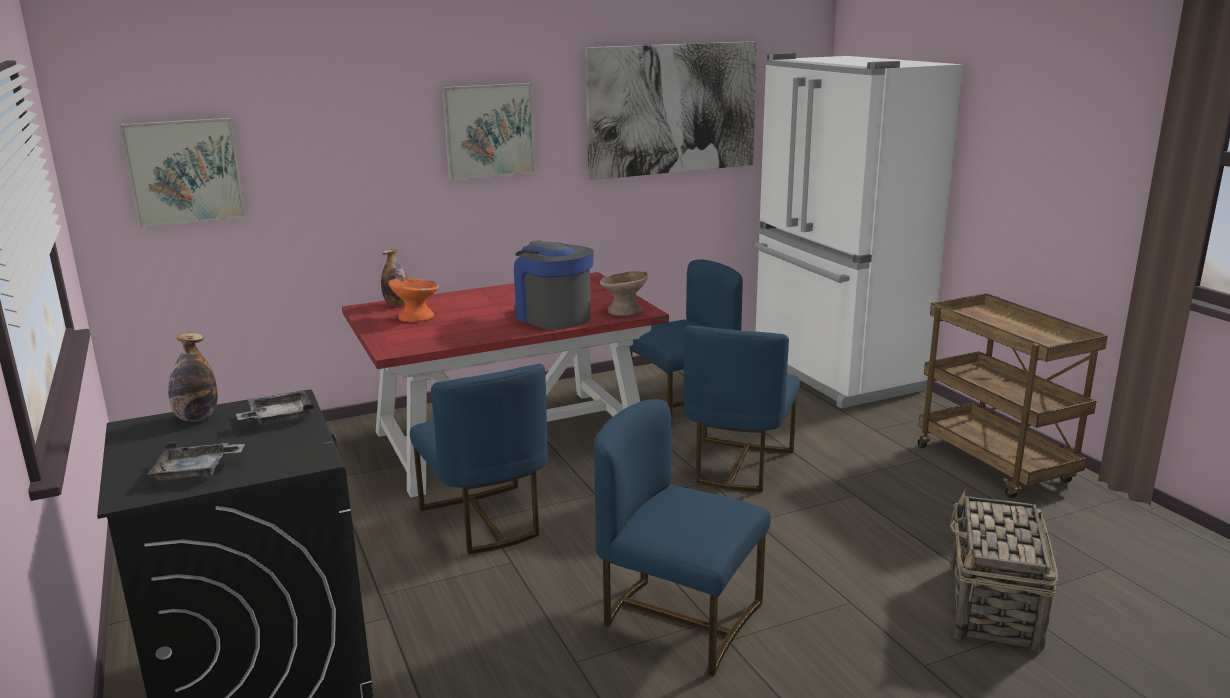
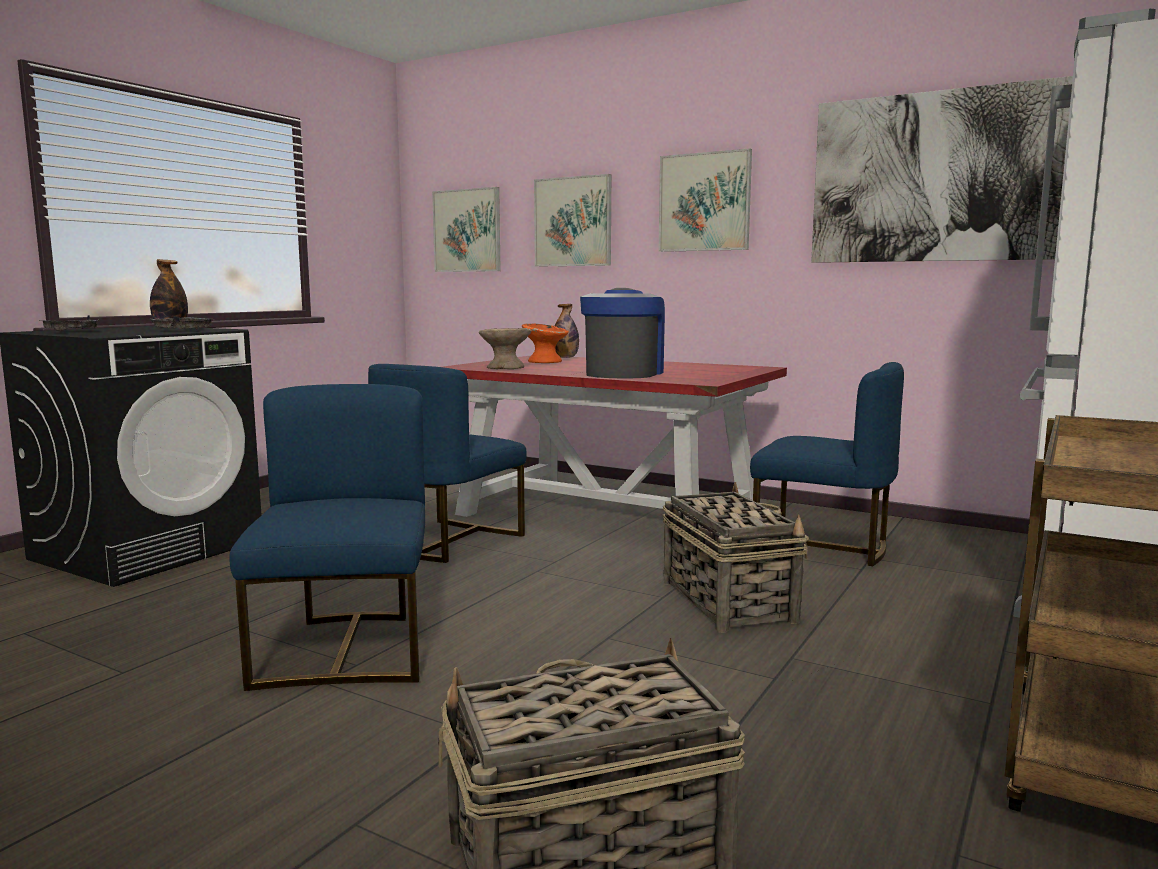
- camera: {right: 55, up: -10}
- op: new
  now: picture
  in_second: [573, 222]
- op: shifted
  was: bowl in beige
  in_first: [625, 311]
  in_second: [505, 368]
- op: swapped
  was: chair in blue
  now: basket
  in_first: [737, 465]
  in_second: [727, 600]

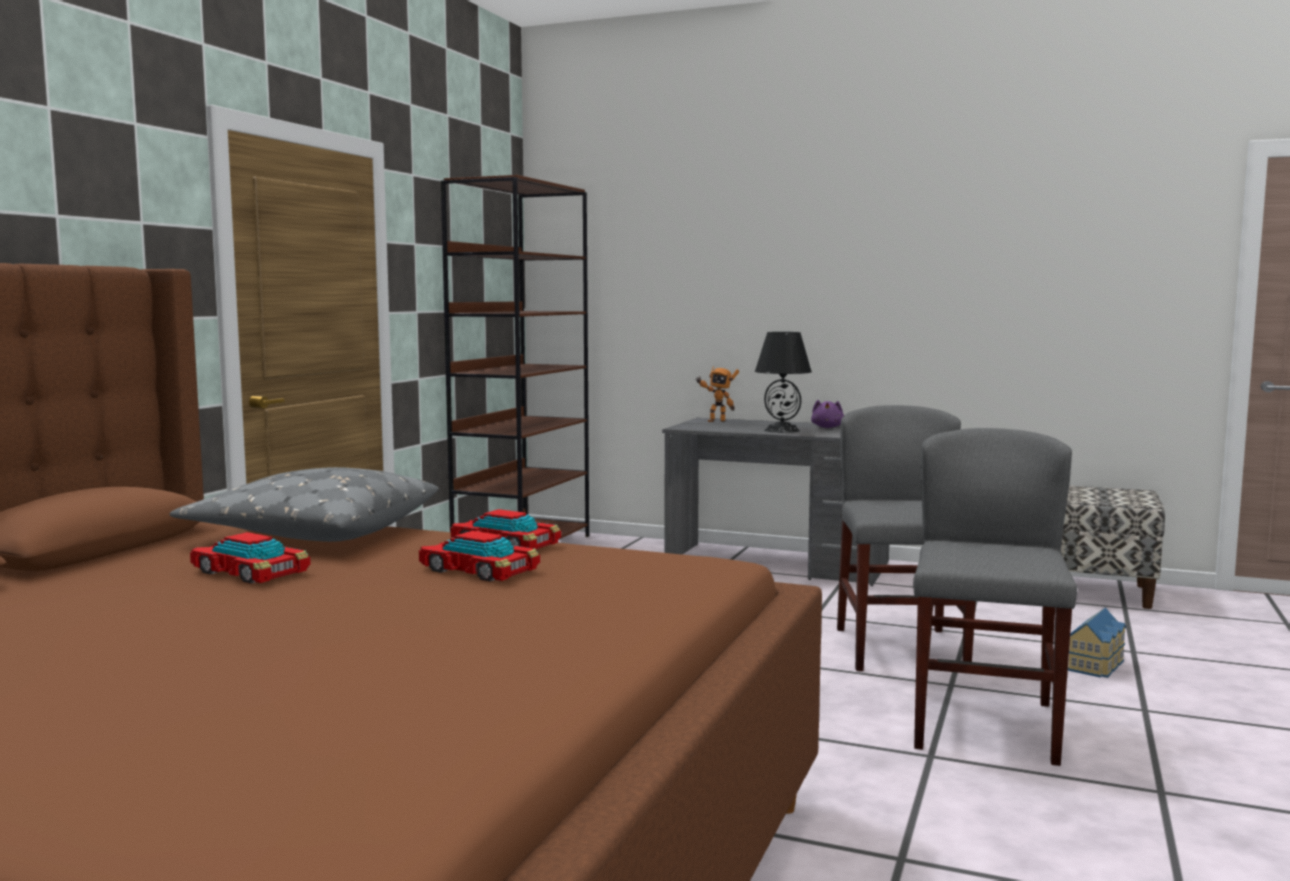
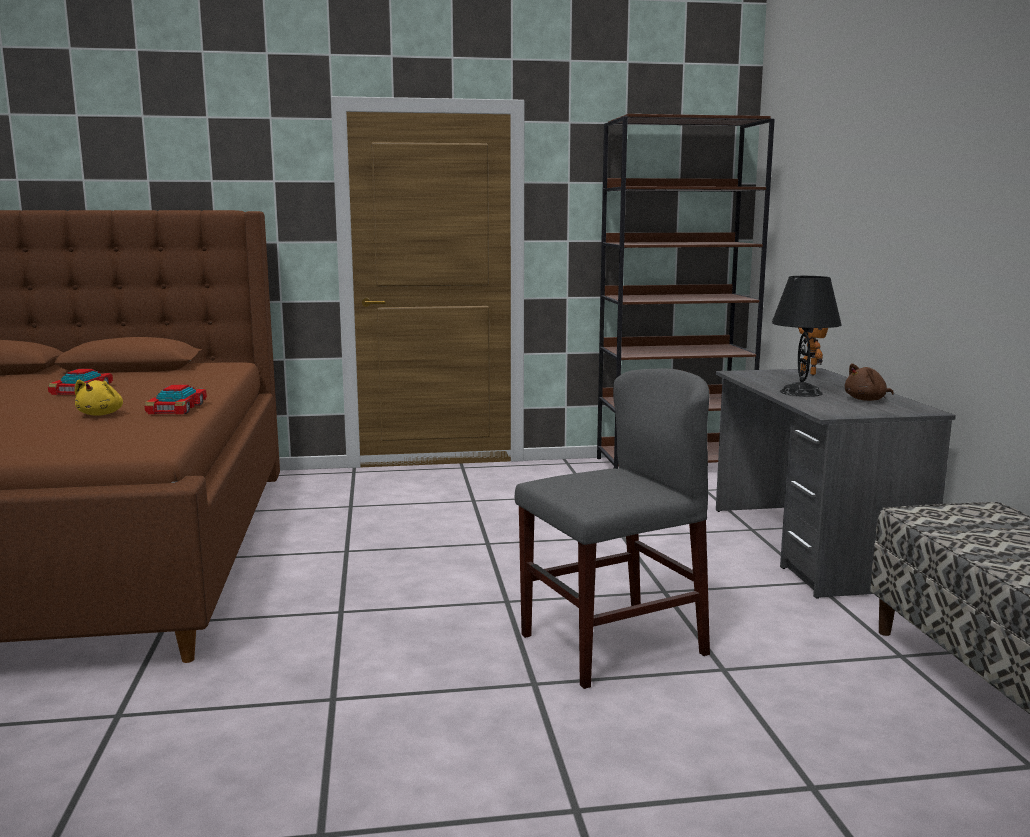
- camera: {right: 60, up: 5}
- op: gone
  was: pillow in grey
  in_first: [312, 532]
- op: gone
  was: chair in grey
  in_first: [984, 725]
- op: gone
  was: toy house
  in_first: [1097, 665]
- op: swapped
  was: toy car
  now: plush toy in yellow
  in_first: [479, 569]
  in_second: [101, 414]
- op: repainted
  was: plush toy in purple
  now: plush toy in brown
  in_first: [827, 427]
  in_second: [867, 400]

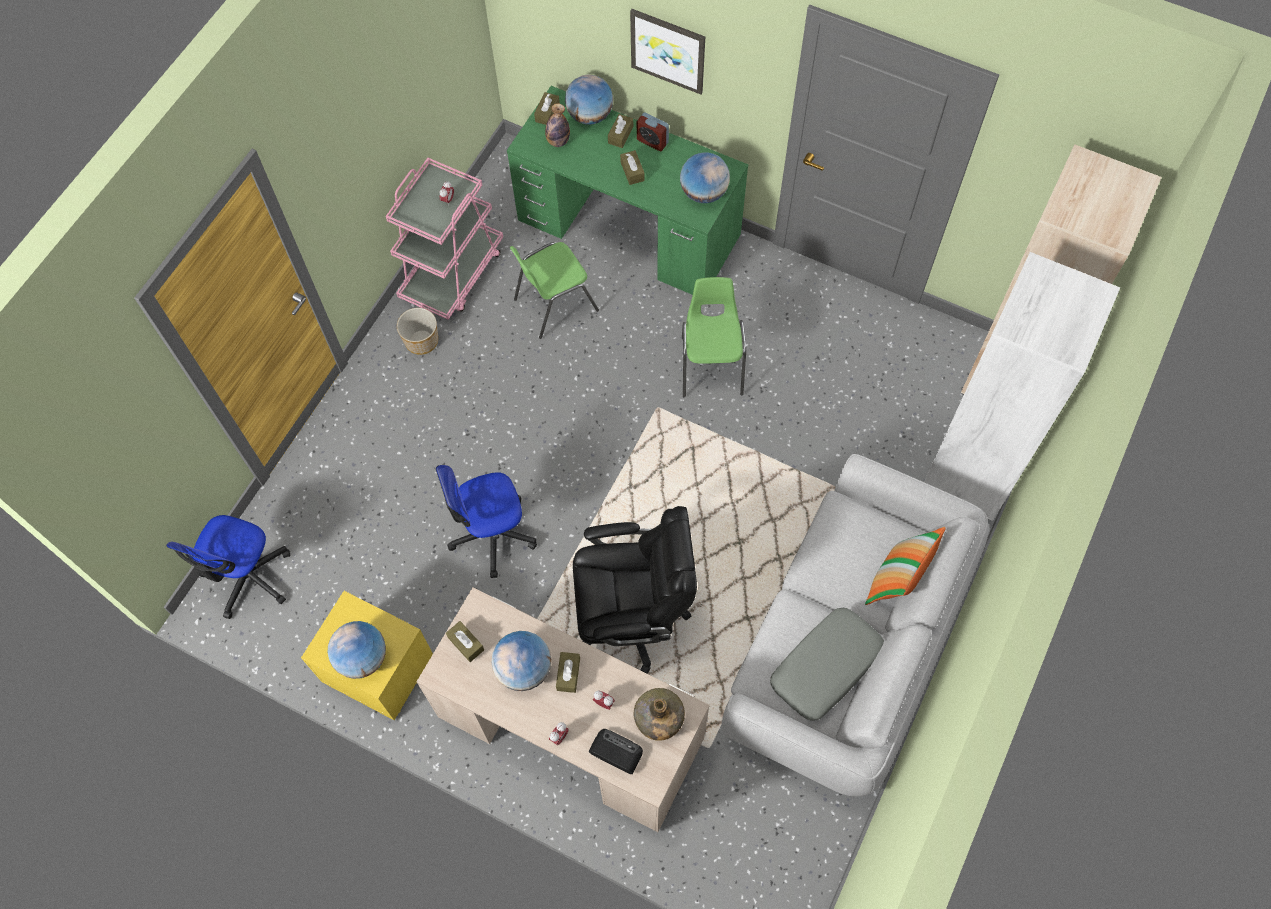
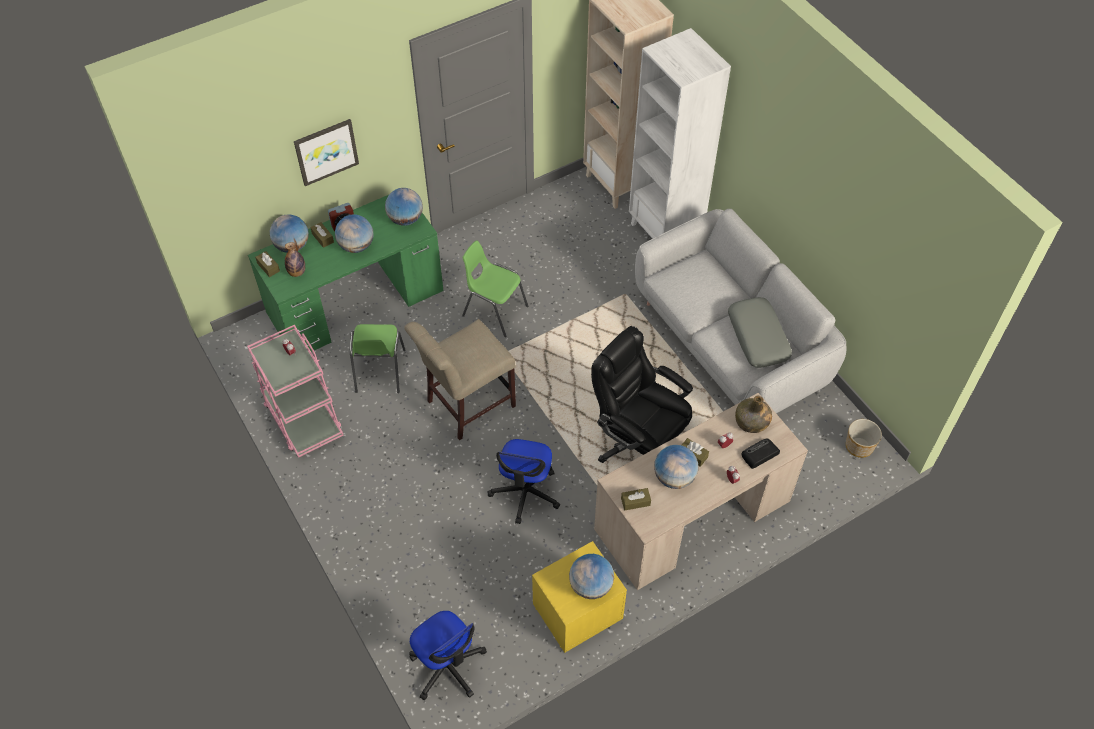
- camera: {right: -60, up: -10}
- op: gone
  was: pillow
  in_first: [897, 580]
- op: new
  now: chair in beige
  in_second: [466, 405]
- op: shifted
  was: planter
  in_first: [422, 341]
  in_second: [859, 446]
- op: swapped
  was: tissue box in brown
  now: globe
  in_first: [632, 171]
  in_second: [356, 246]
- op: rotated
  was: office chair in black
  in_first: [632, 615]
  in_second: [638, 442]
  clockwise: -75

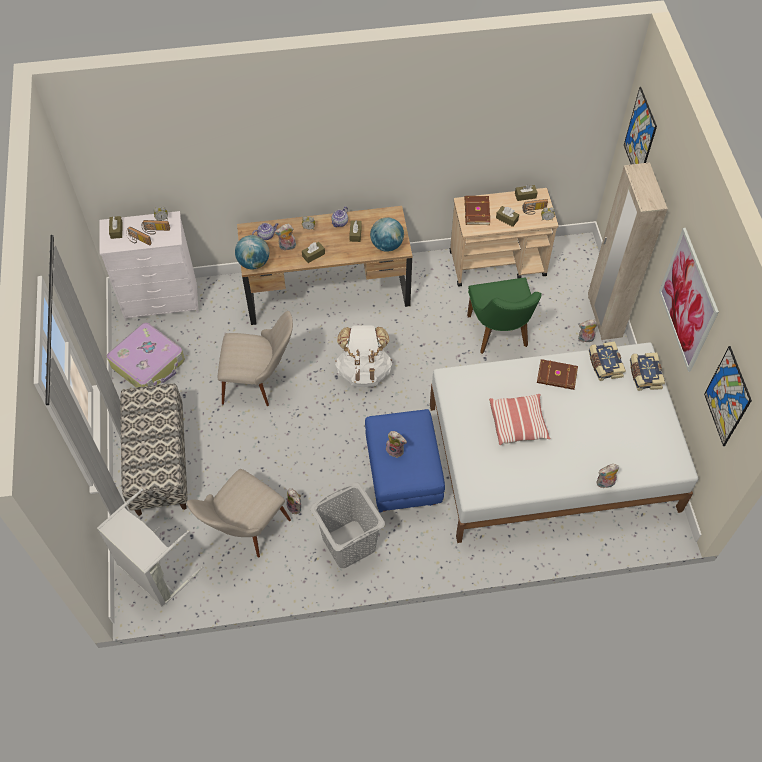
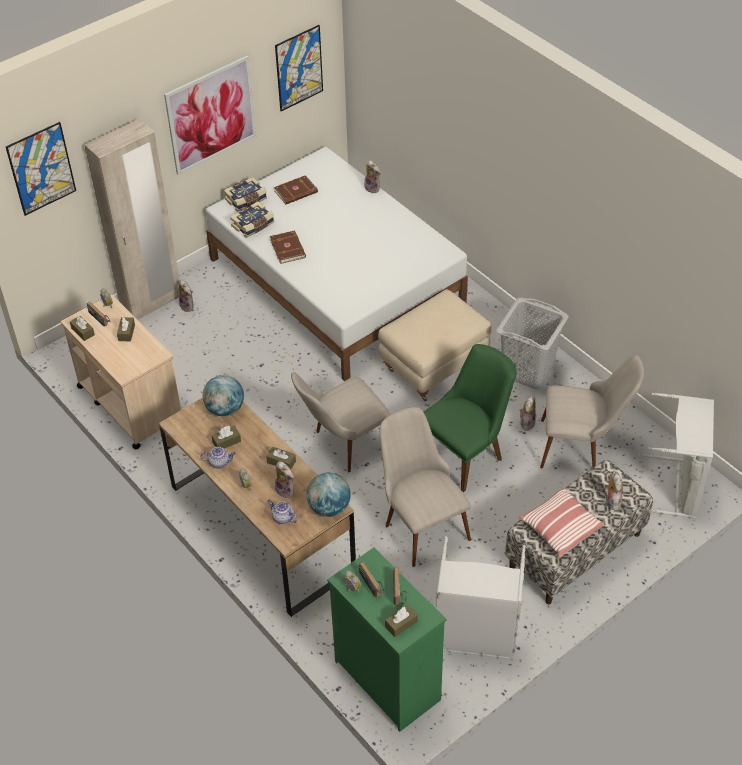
- camera: {right: -120, up: -10}
- op: shifted
  was: plush toy
  in_first: [396, 450]
  in_second: [611, 501]
- op: shifted
  was: book in brown
  in_first: [476, 212]
  in_second: [296, 192]
- op: shifted
  was: chair in green
  in_first: [500, 335]
  in_second: [467, 453]
- op: shifted
  was: pillow
  in_first: [518, 423]
  in_second: [560, 528]
- op: swapped
  was: suitcase
  now: laundry basket in grey
  in_first: [149, 364]
  in_second: [476, 636]
- op: swapped
  was: backpack in white
  now: chair in beige
  in_first: [364, 371]
  in_second: [343, 446]
- op: repainted
  was: dresser in white
  now: dresser in green
  in_first: [162, 302]
  in_second: [387, 679]
- op: repainted
  was: ottoman in blue
  now: ottoman in beige
  in_first: [404, 476]
  in_second: [433, 365]

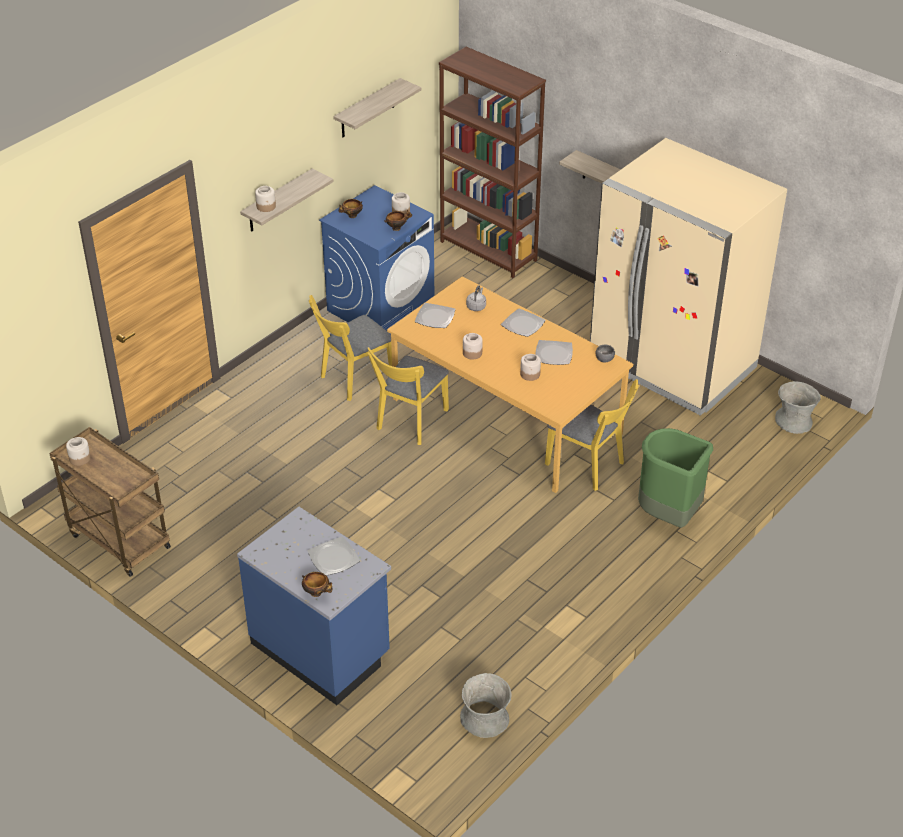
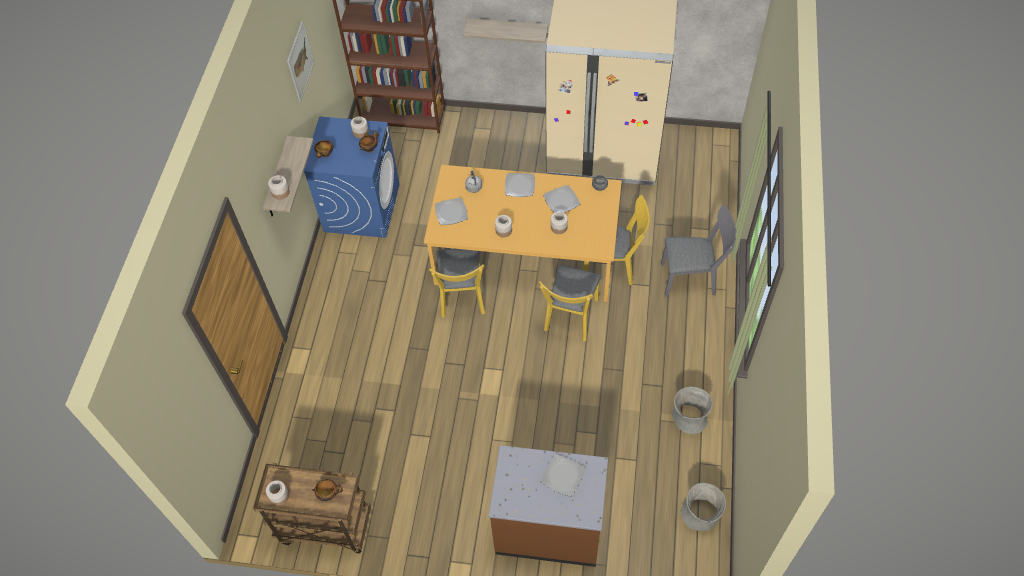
- camera: {right: -30, up: 15}
- op: shifted
  was: bowl
  in_first: [317, 593]
  in_second: [329, 494]
- op: shifted
  was: chair in yellow
  in_first: [353, 379]
  in_second: [570, 319]
- op: shifted
  was: vase in grey
  in_first: [794, 421]
  in_second: [689, 417]
- op: swapped
  was: shelf
  now: picture
  in_first: [367, 109]
  in_second: [300, 61]
- op: swapped
  was: trash can in green
  now: chair in grey
  in_first: [668, 515]
  in_second: [693, 278]
- op: repainted
  was: counter in blue
  now: counter in brown
  in_first: [321, 649]
  in_second: [549, 527]

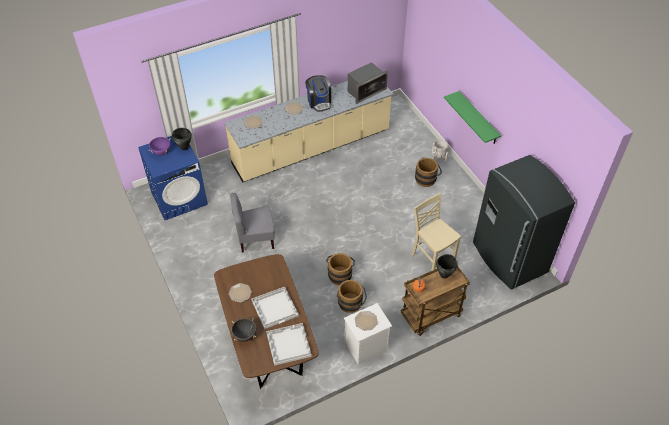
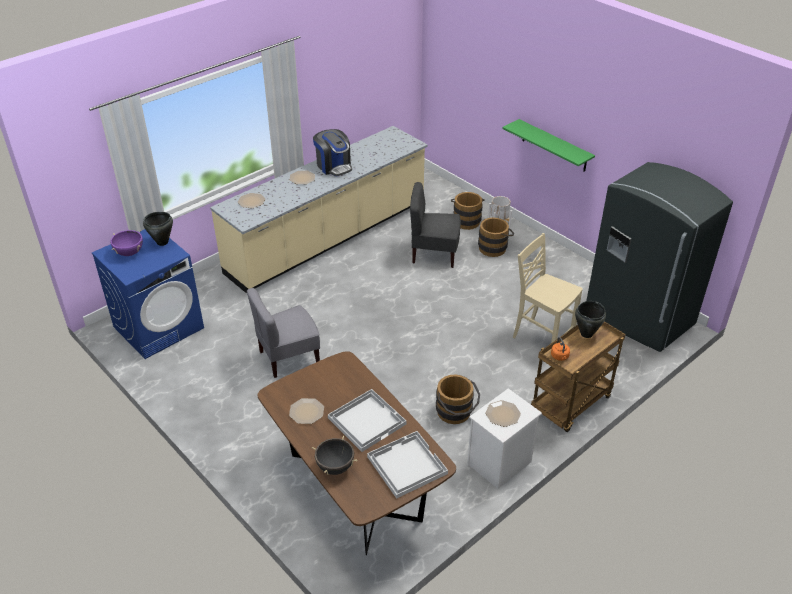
- camera: {right: -15, up: -10}
- op: gone
  was: microwave
  in_first: [365, 91]
- op: new
  now: chair in grey
  in_second: [434, 254]
- op: shifted
  was: bucket in brown
  in_first: [340, 274]
  in_second: [466, 220]

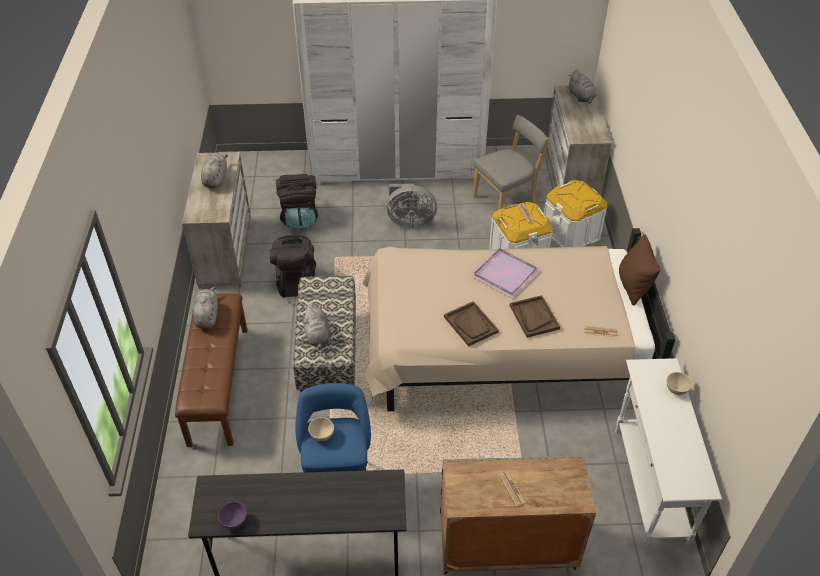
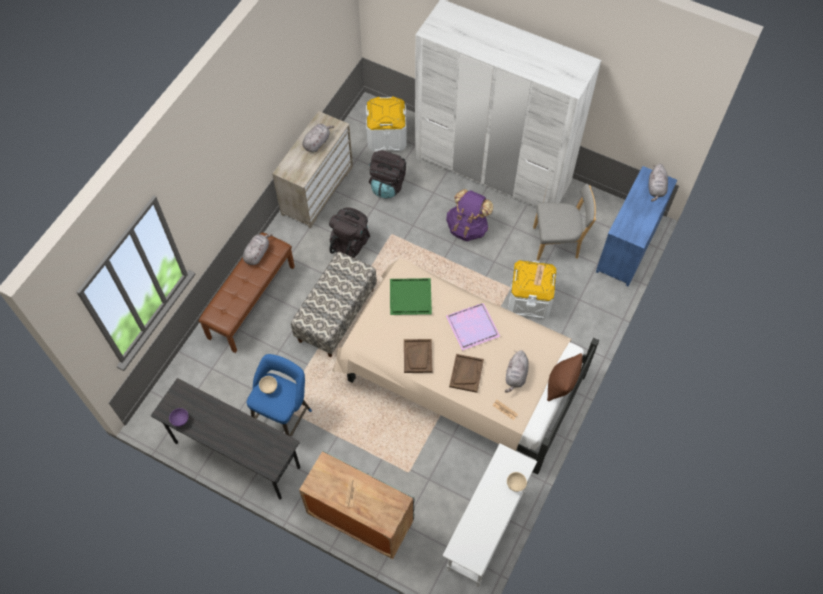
- camera: {right: 30, up: 15}
- op: new
  now: tray in green
  in_second: [409, 298]
- op: shifted
  was: plush toy in grey
  in_first: [317, 336]
  in_second: [516, 376]
- op: shifted
  was: storage box in white
  in_first: [571, 233]
  in_second: [387, 136]
- op: swapped
  was: fan in grey
  now: backpack in purple
  in_first: [409, 221]
  in_second: [467, 227]
- op: repainted
  was: dresser in beige
  now: dresser in blue
  in_first: [572, 177]
  in_second: [628, 246]

